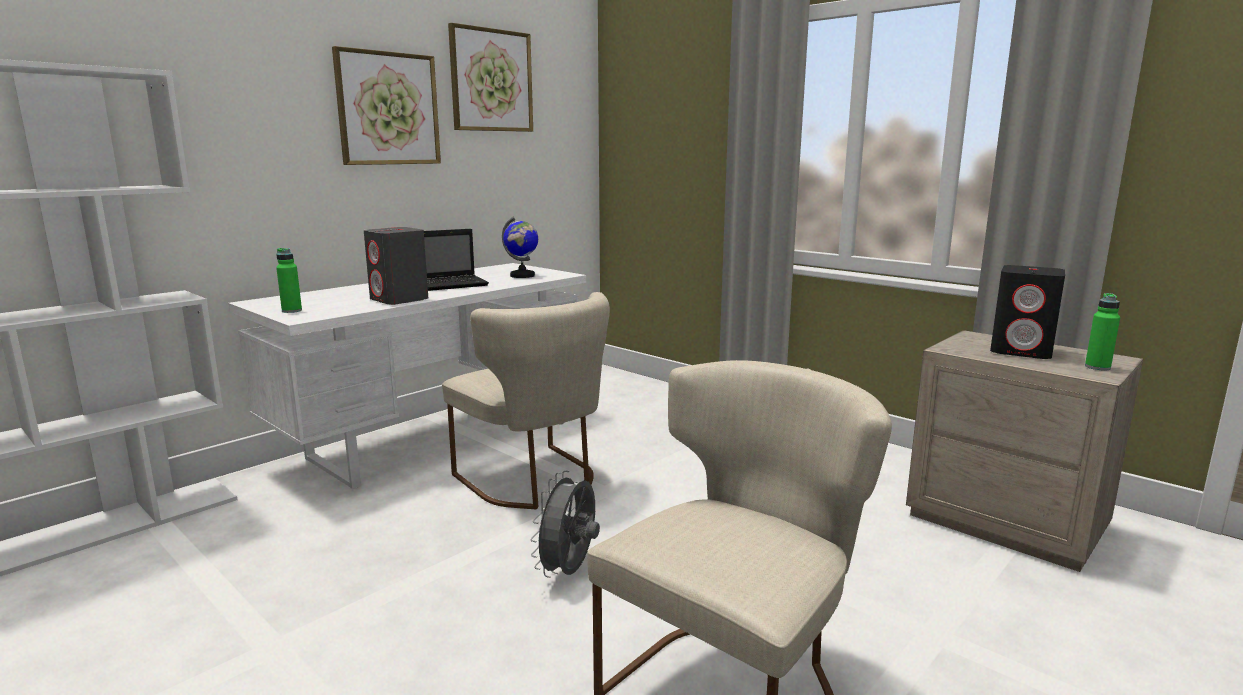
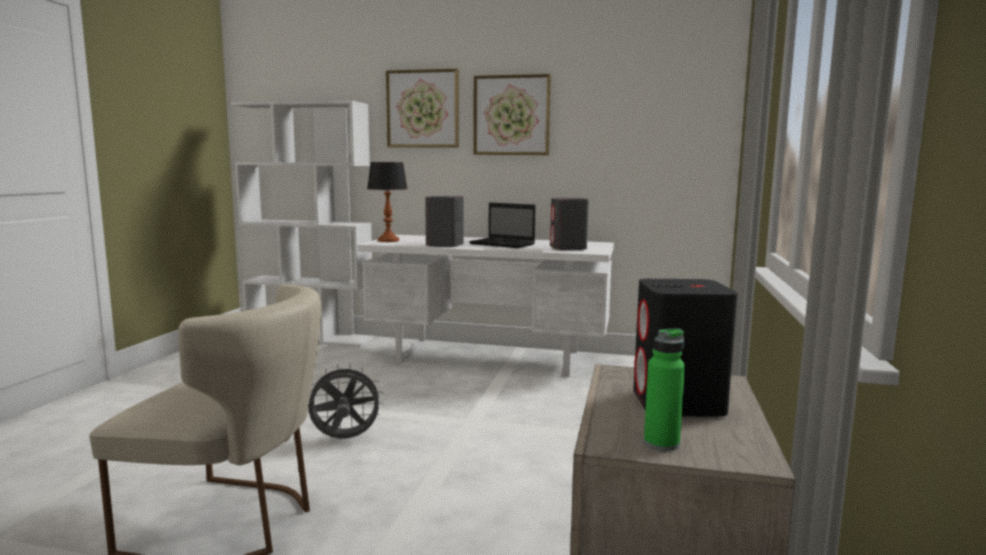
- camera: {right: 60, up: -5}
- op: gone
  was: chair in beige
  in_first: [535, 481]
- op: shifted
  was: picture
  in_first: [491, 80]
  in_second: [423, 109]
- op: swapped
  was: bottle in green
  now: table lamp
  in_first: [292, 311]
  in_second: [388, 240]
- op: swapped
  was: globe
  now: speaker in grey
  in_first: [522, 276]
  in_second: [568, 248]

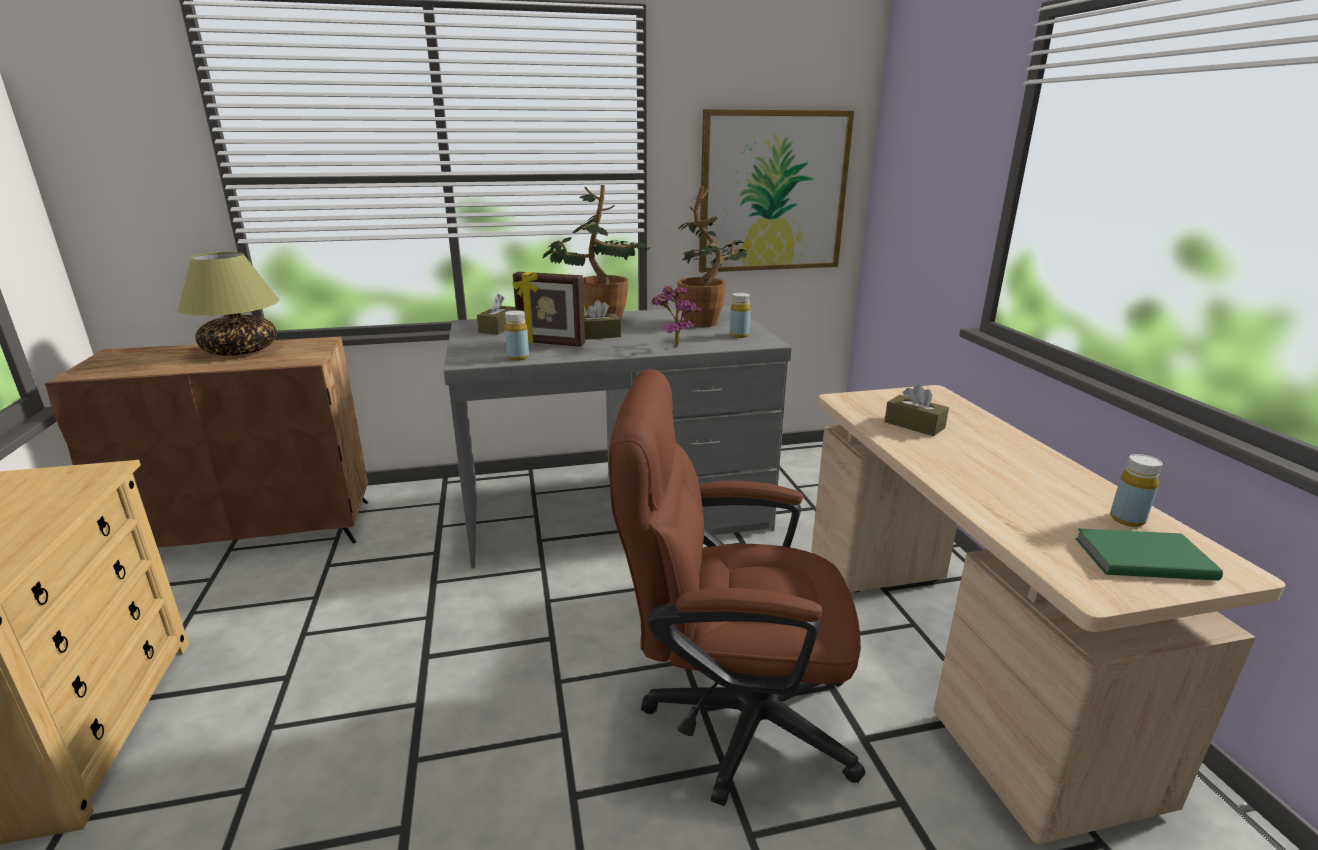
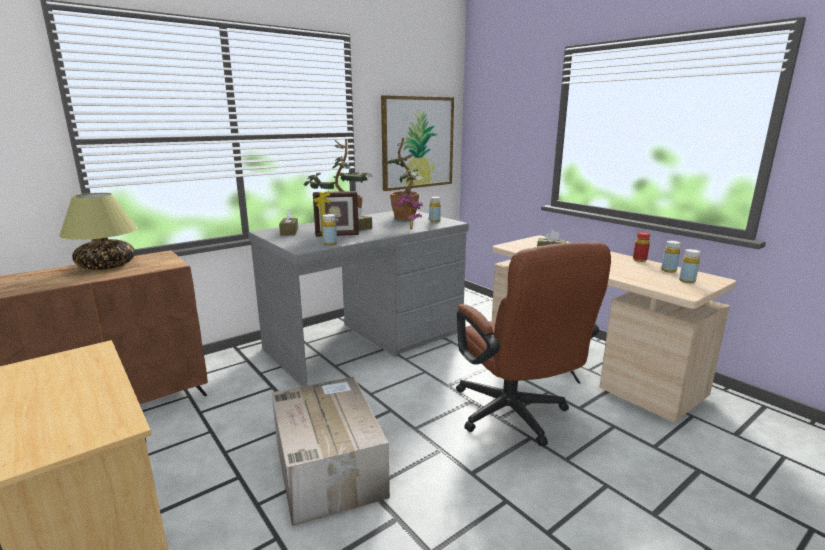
- camera: {right: -25, up: -5}
- op: new
  now: cardboard box
  in_second: [327, 466]
- op: new
  now: bottle in red
  in_second: [639, 260]
- op: swapped
  was: book in green
  now: bottle in yellow
  in_first: [1140, 557]
  in_second: [687, 281]
- op: rotated
  was: office chair in brown
  in_first: [730, 716]
  in_second: [515, 417]
  clockwise: -90

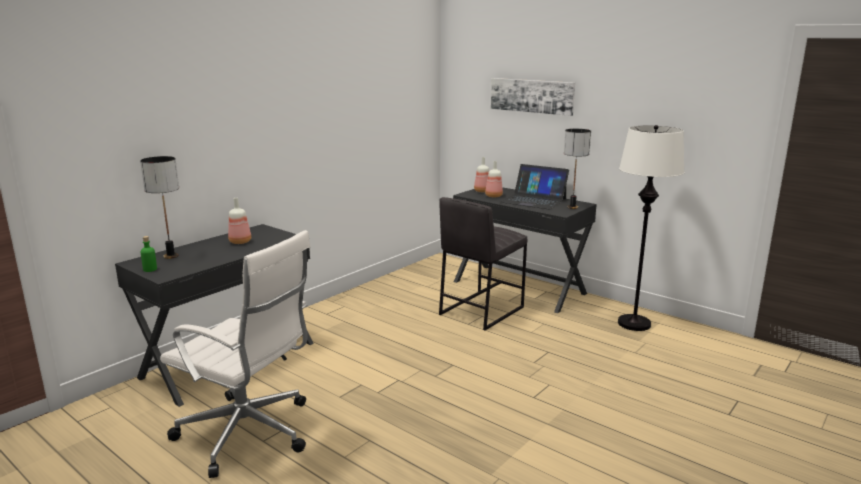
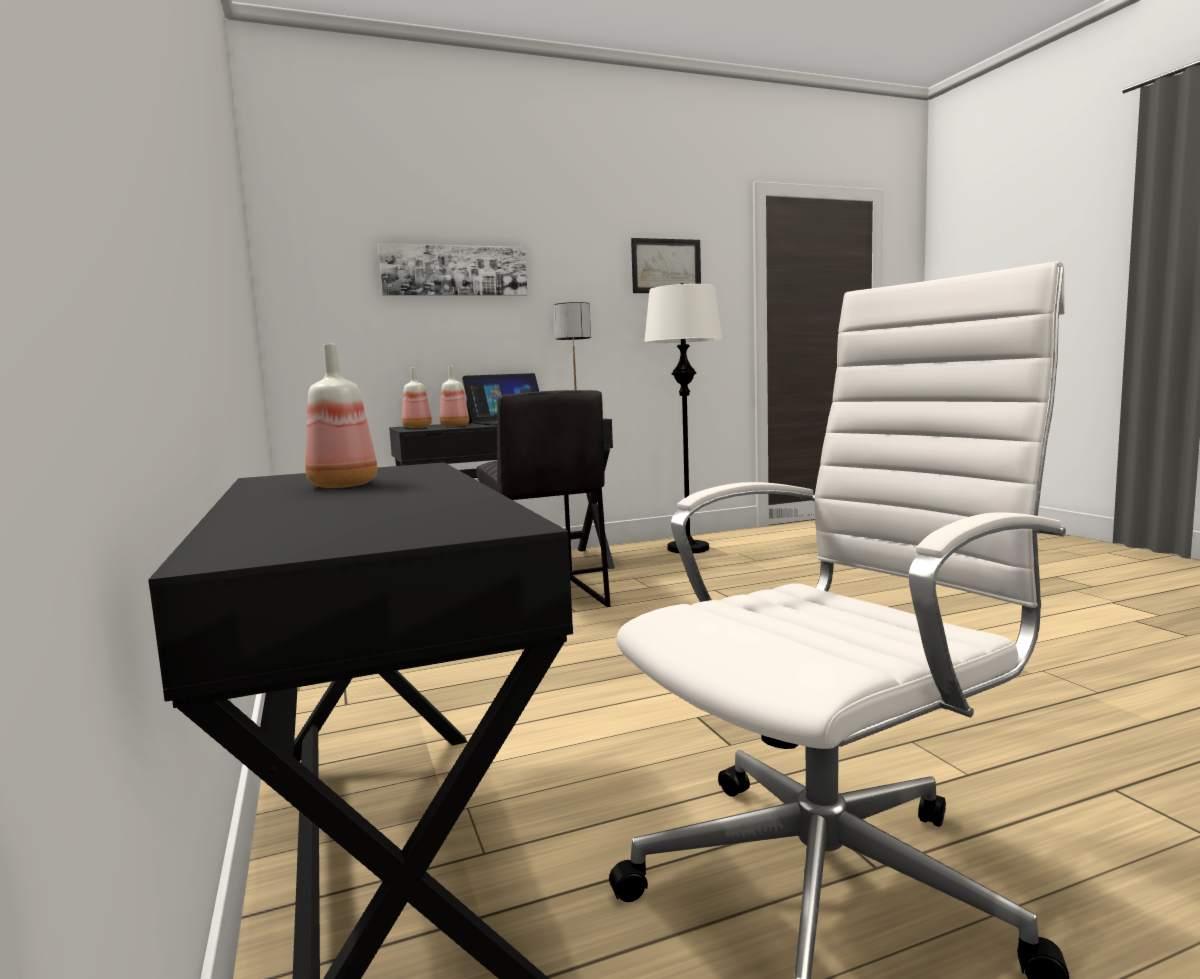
- camera: {right: -60, up: -10}
- op: gone
  was: table lamp
  in_first: [171, 256]
- op: gone
  was: bottle in green
  in_first: [150, 269]
- op: new
  now: picture
  in_second: [666, 266]

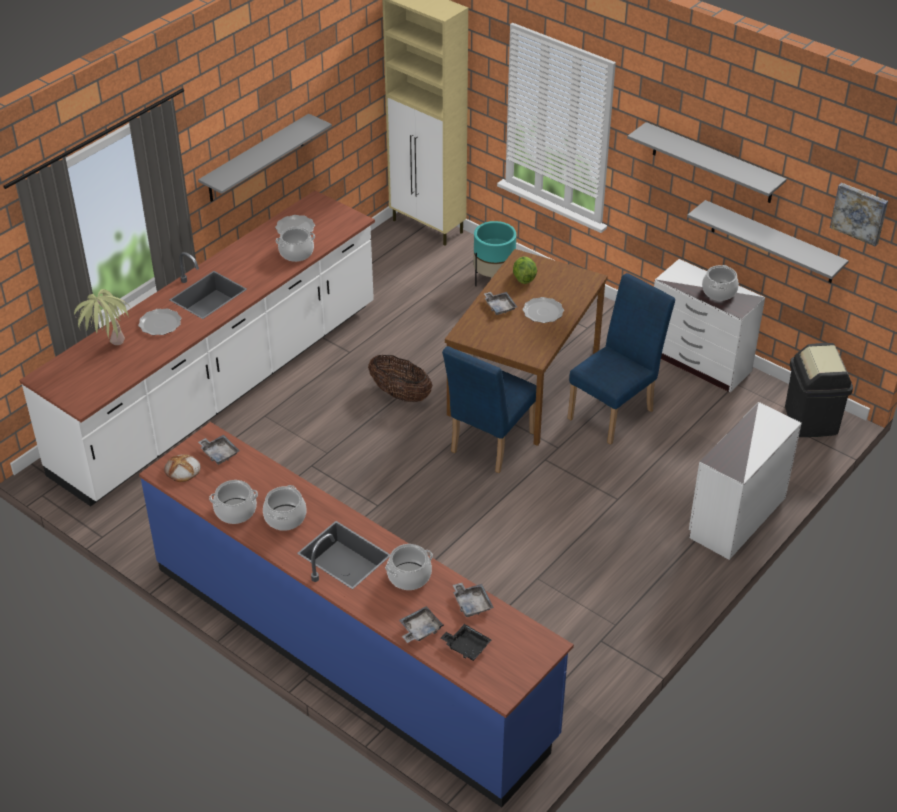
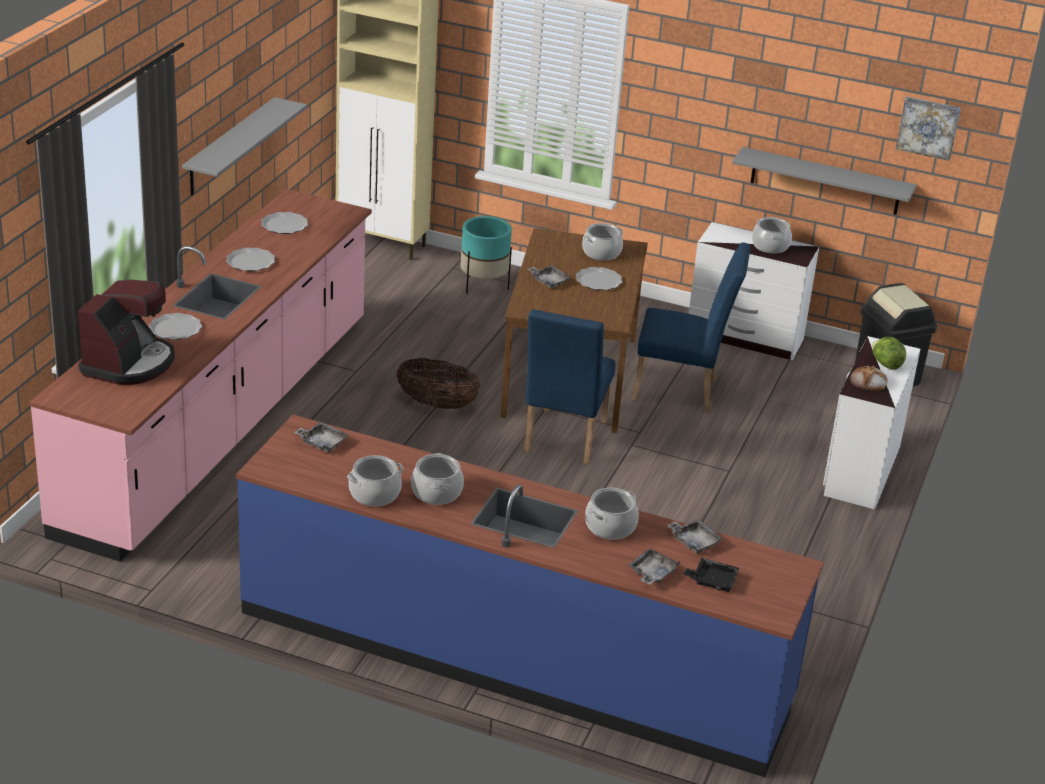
- camera: {right: -20, up: -10}
- op: gone
  was: shelf in grey
  in_first: [712, 163]
- op: new
  now: plate
  in_second: [250, 262]
- op: shifted
  was: bread
  in_first: [182, 470]
  in_second: [868, 382]
- op: shifted
  was: cooking pot
  in_first: [296, 253]
  in_second: [601, 253]
- op: shifted
  was: lettuce
  in_first: [523, 278]
  in_second: [886, 364]
- op: swapped
  was: potted plant
  now: coffee machine
  in_first: [109, 353]
  in_second: [129, 363]
- op: repainted
  was: counter in white
  now: counter in pink
  in_first: [221, 389]
  in_second: [221, 424]
- op: rotated
  was: chair in blue
  in_first: [615, 411]
  in_second: [682, 391]
  clockwise: 75

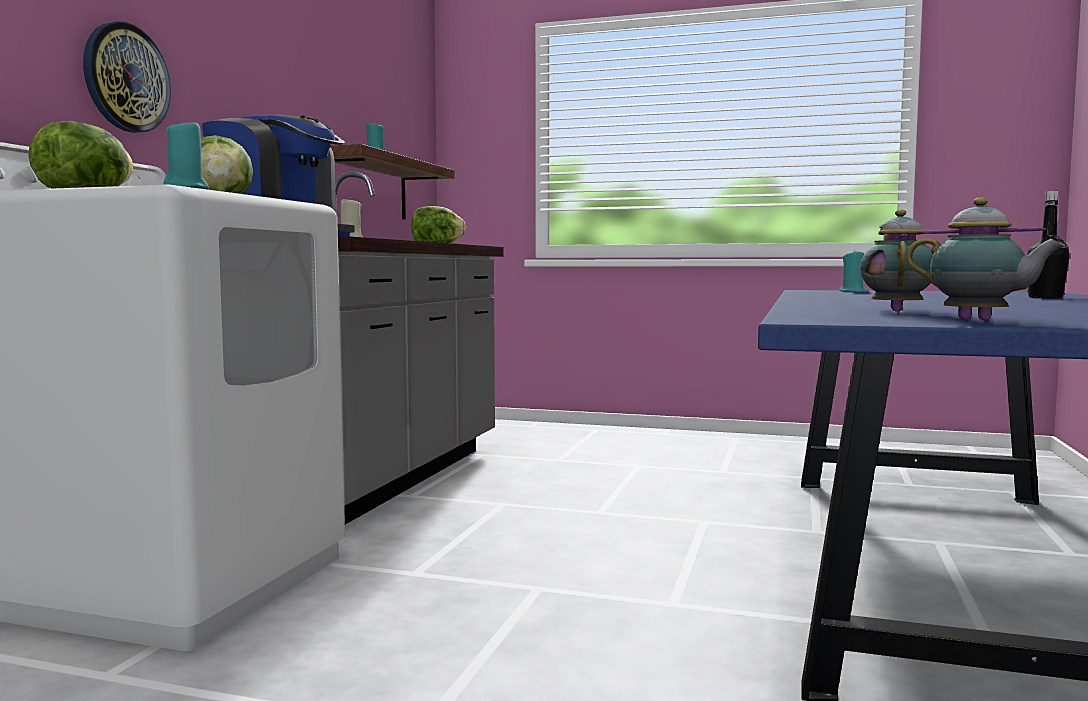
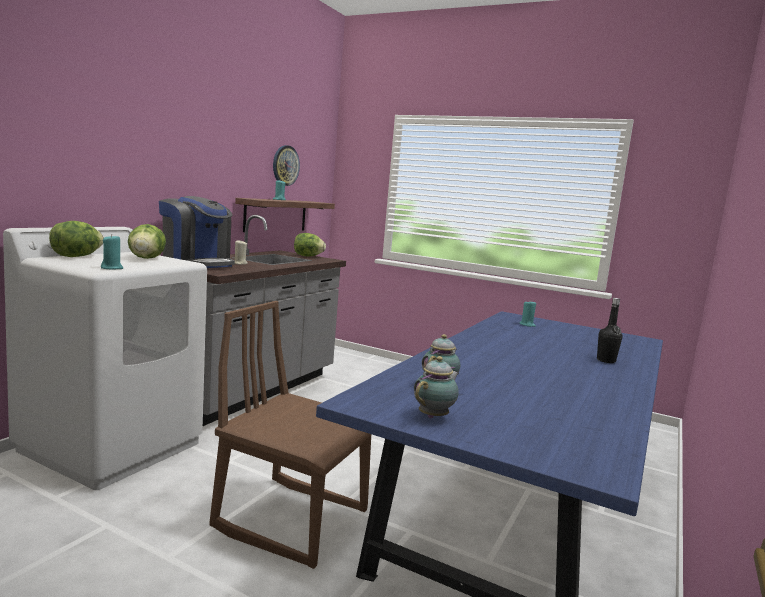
- camera: {right: 10, up: 5}
- op: new
  now: chair in brown
  in_second: [292, 519]
- op: shifted
  was: wall clock
  in_first: [126, 78]
  in_second: [285, 165]
- op: rotated
  was: teapot
  in_first: [979, 320]
  in_second: [434, 416]
  clockwise: -105

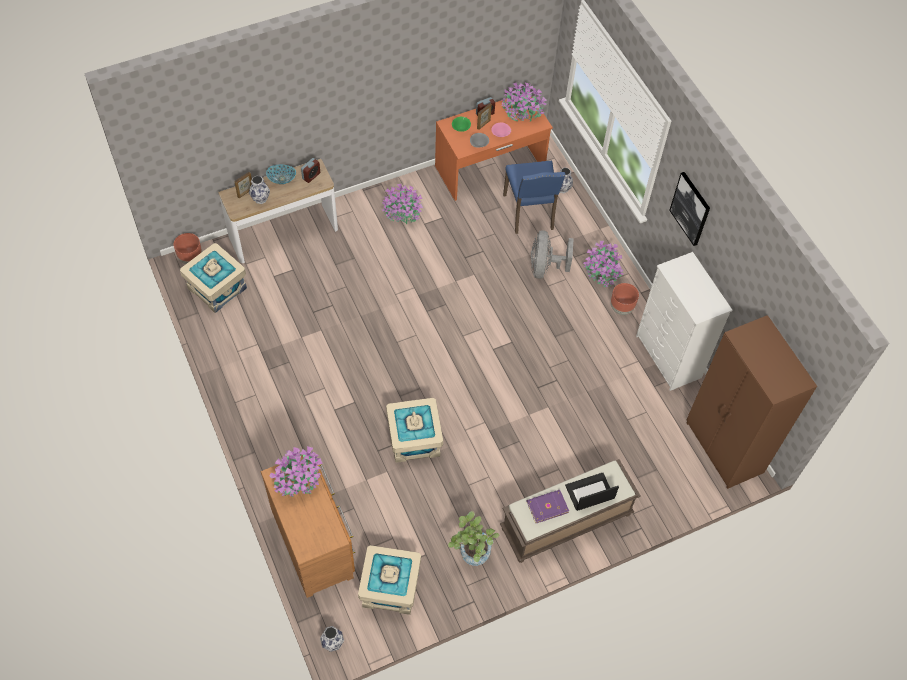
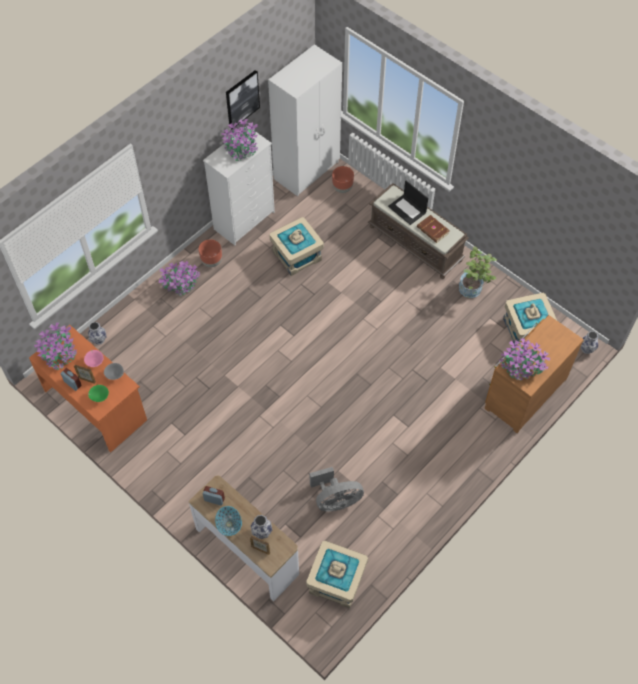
- camera: {right: -110, up: 0}
- op: gone
  was: chair in blue
  in_first: [530, 213]
- op: shifted
  was: planter in brown
  in_first: [190, 258]
  in_second: [342, 188]
- op: shifted
  was: potted plant
  in_first: [402, 213]
  in_second: [241, 149]
- op: shifted
  was: storage box in beige
  in_first: [414, 439]
  in_second: [297, 256]
- op: shifted
  was: fan in grey
  in_first: [545, 267]
  in_second: [335, 500]
- op: shifted
  was: picture
  in_first: [690, 208]
  in_second: [242, 99]
- op: repainted
  was: book in purple
  now: book in brown
  in_first: [547, 506]
  in_second: [432, 230]
- op: repainted
  was: wardrobe in brown
  now: wardrobe in white
  in_first: [724, 449]
  in_second: [307, 170]

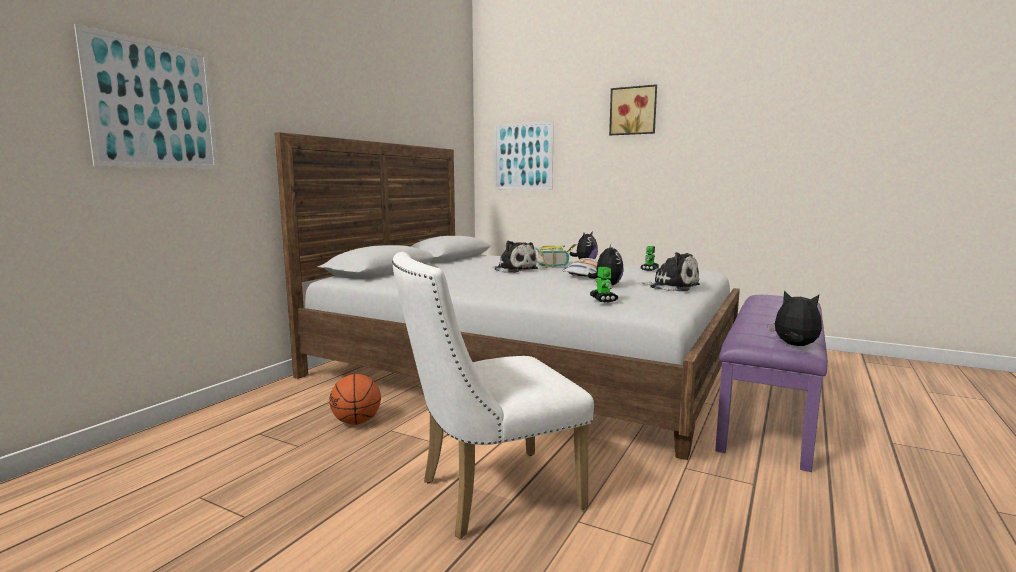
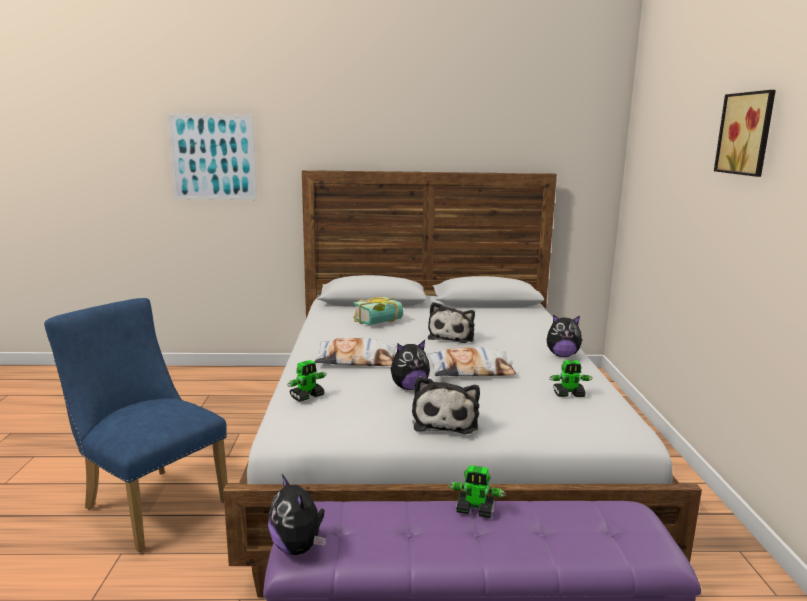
- camera: {right: 60, up: 5}
- op: gone
  was: basketball
  in_first: [356, 422]
- op: gone
  was: picture
  in_first: [523, 156]
- op: new
  now: pillow
  in_second: [356, 360]
- op: new
  now: toy robot
  in_second: [475, 510]
- op: shifted
  was: book
  in_first: [555, 265]
  in_second: [380, 322]
- op: repainted
  was: chair in white
  now: chair in blue
  in_first: [488, 495]
  in_second: [150, 503]
- op: rotated
  was: plush toy
  in_first: [794, 346]
  in_second: [298, 547]
  clockwise: 135

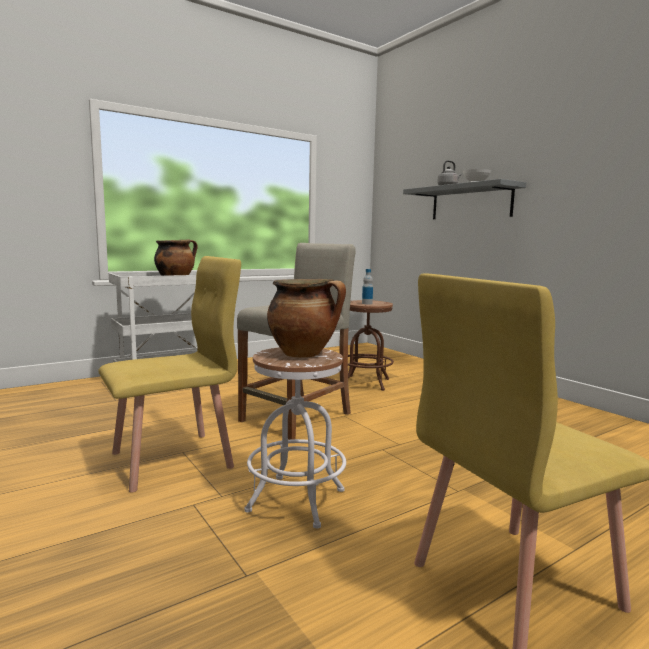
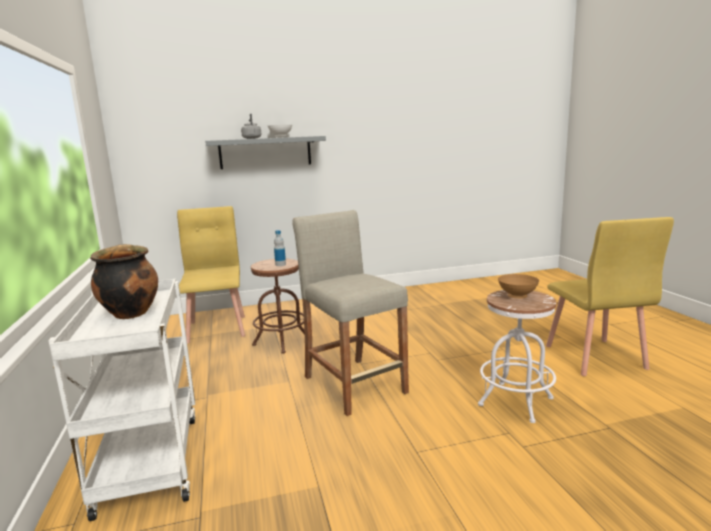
- camera: {right: -70, up: 5}
- op: shifted
  was: chair in yellow
  in_first: [173, 460]
  in_second: [217, 328]
- op: swapped
  was: cooking pot
  now: bowl in brown
  in_first: [304, 354]
  in_second: [517, 297]

